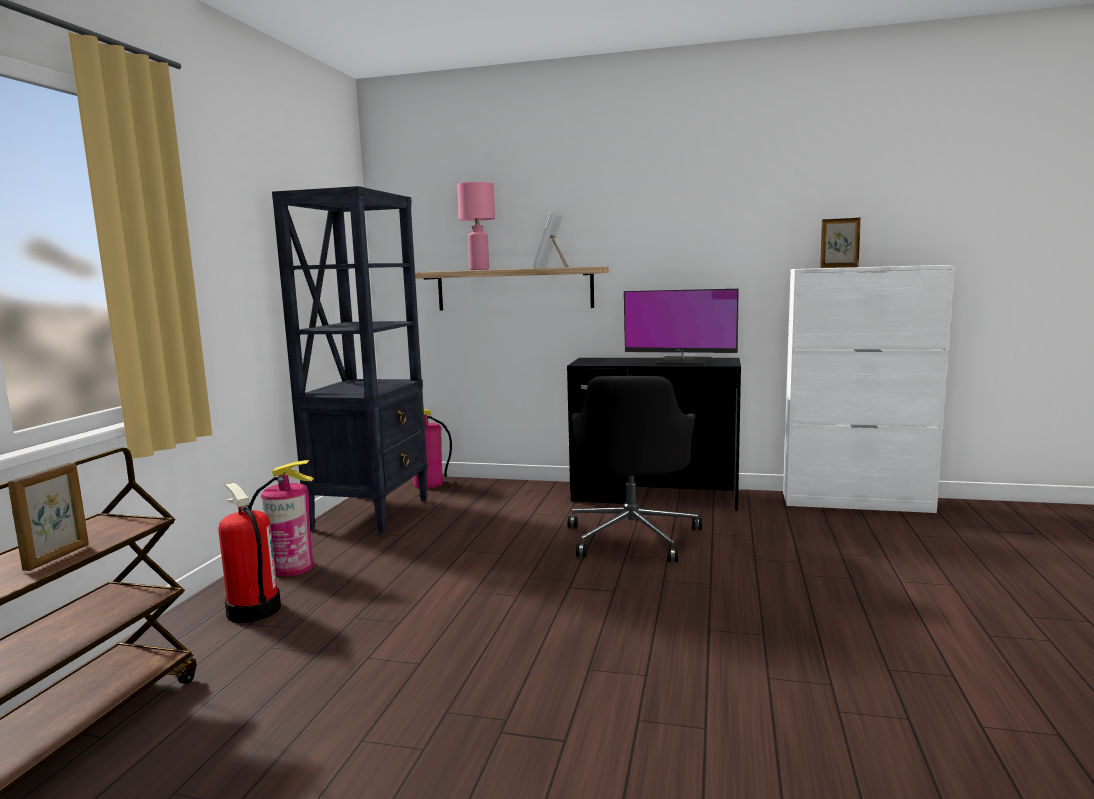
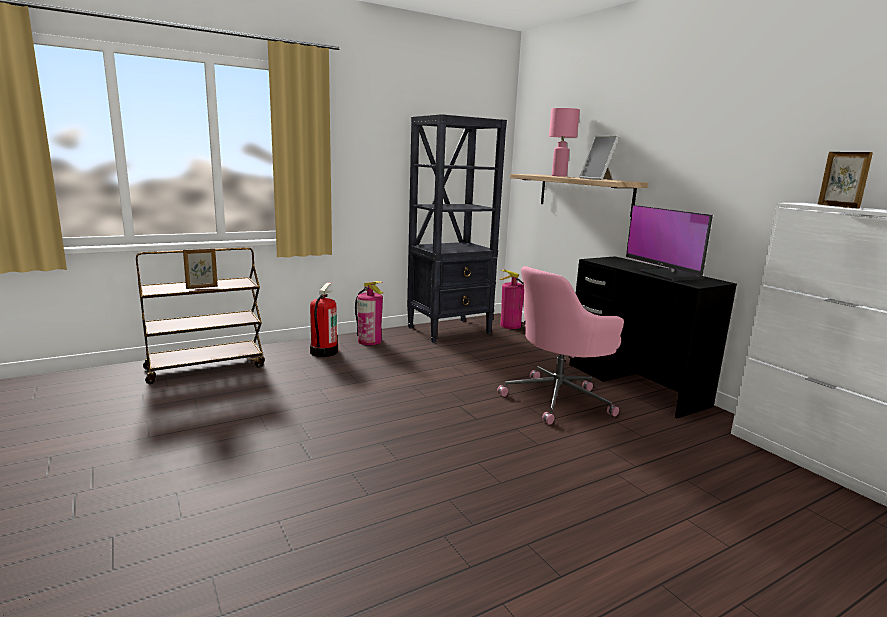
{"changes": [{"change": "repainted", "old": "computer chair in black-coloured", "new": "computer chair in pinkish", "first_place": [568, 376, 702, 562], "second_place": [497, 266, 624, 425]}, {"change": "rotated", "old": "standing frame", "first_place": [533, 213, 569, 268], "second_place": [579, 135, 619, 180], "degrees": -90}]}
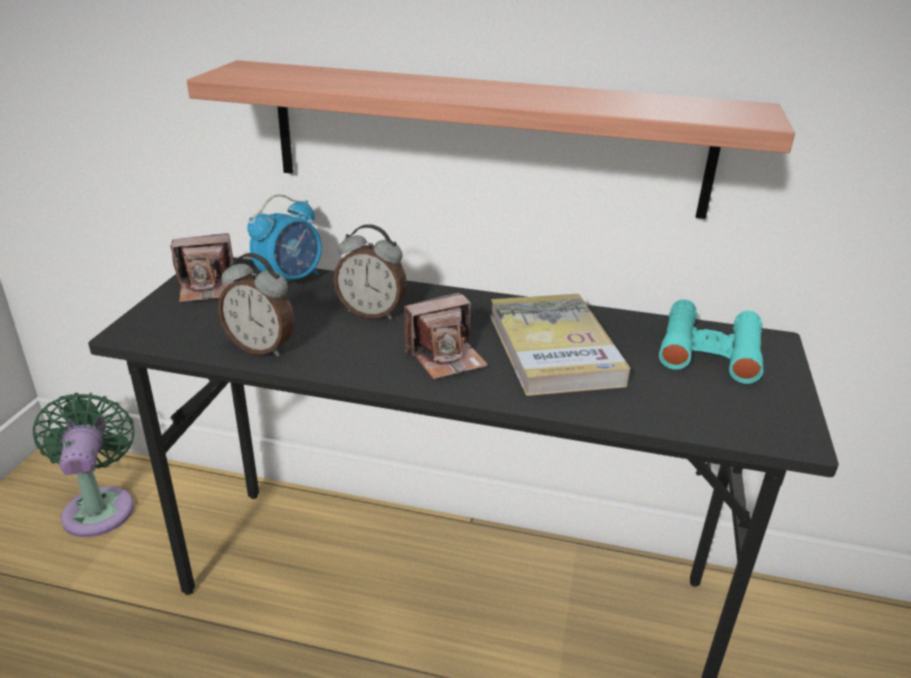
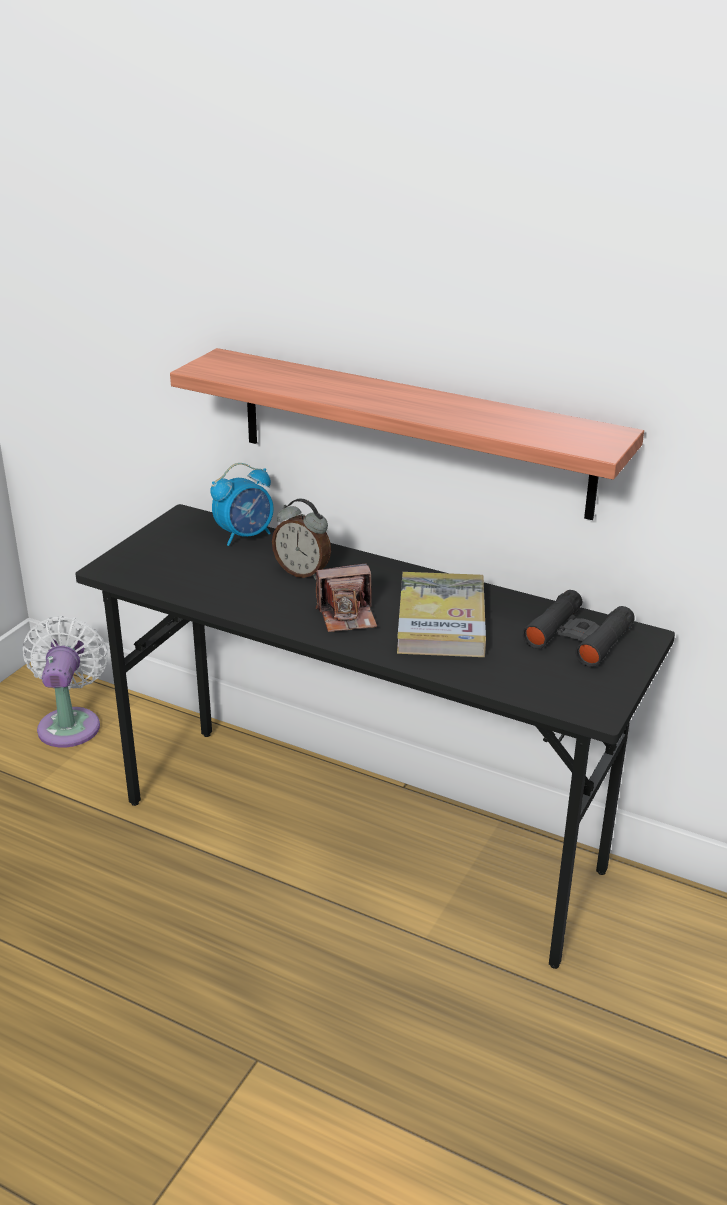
{"changes": [{"change": "gone", "old": "still camera", "first_place": [170, 233, 234, 302]}, {"change": "gone", "old": "alarm clock", "first_place": [218, 253, 295, 356]}, {"change": "repainted", "old": "cooling fan in green", "new": "cooling fan in white", "first_place": [33, 393, 134, 537], "second_place": [23, 616, 108, 748]}, {"change": "repainted", "old": "field glasses in blue-green", "new": "field glasses in black-coloured", "first_place": [659, 299, 763, 384], "second_place": [522, 590, 635, 667]}]}
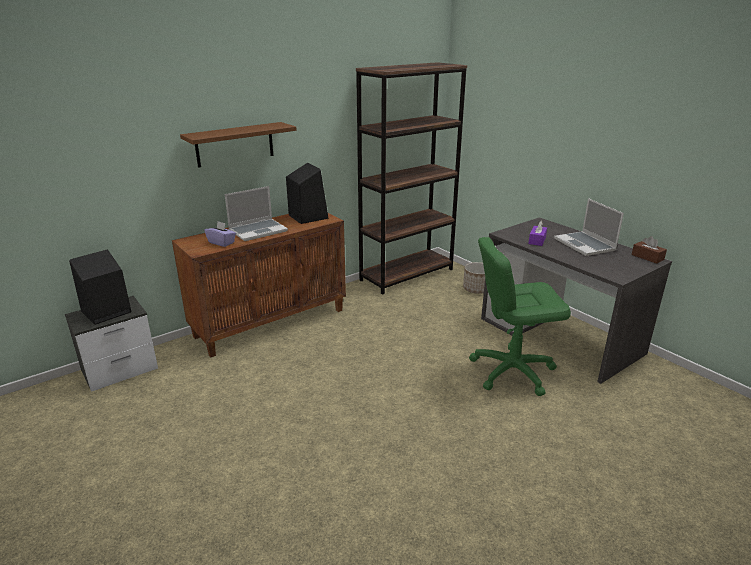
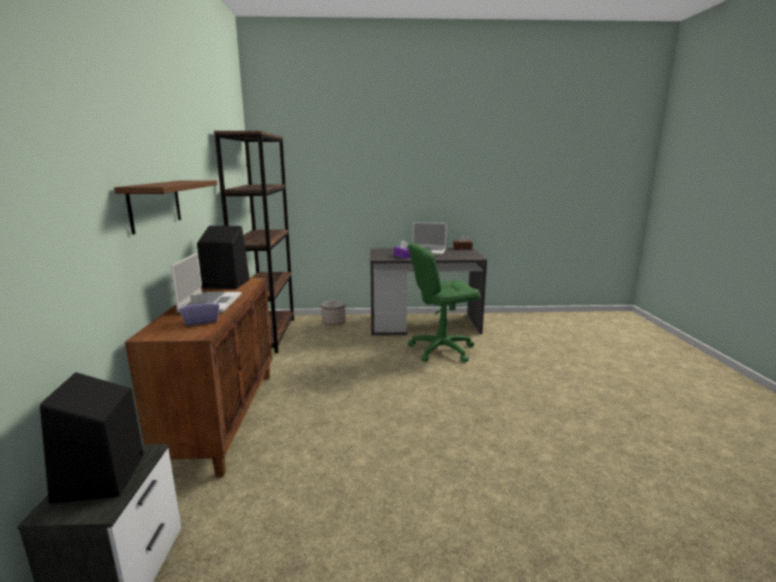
{"changes": [{"change": "rotated", "old": "computer chair in green", "first_place": [469, 237, 571, 396], "second_place": [408, 243, 480, 362], "degrees": 45}]}
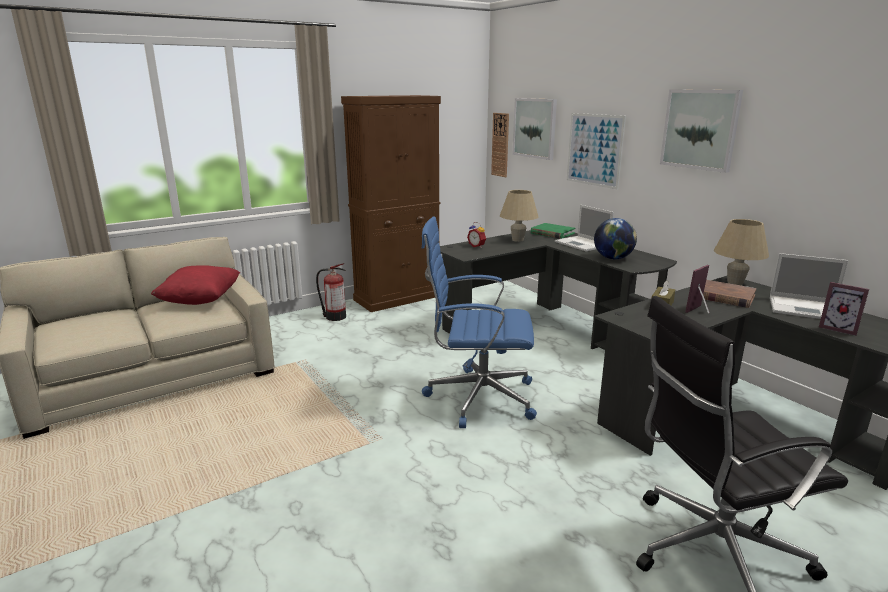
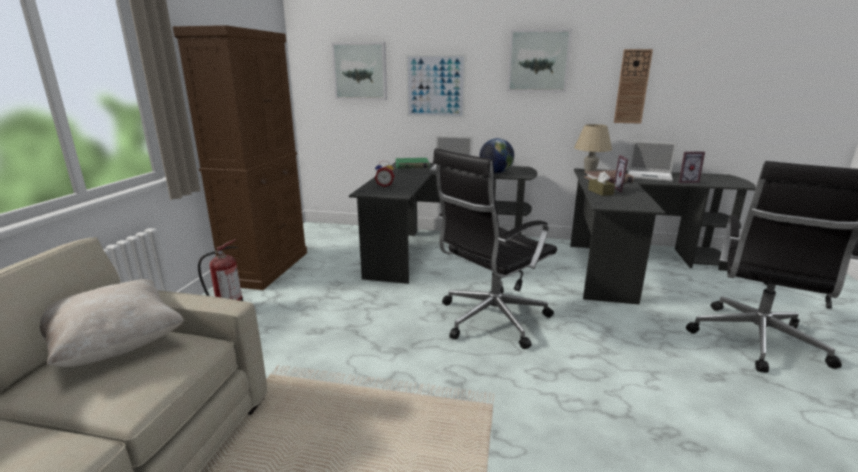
{"changes": [{"change": "gone", "old": "tabletop lamp in beige", "first_place": [500, 190, 538, 242]}, {"change": "shifted", "old": "hanging clock", "first_place": [491, 113, 509, 177], "second_place": [614, 49, 653, 124]}, {"change": "repainted", "old": "throw pillow in red", "new": "throw pillow in beige", "first_place": [151, 265, 240, 305], "second_place": [40, 279, 184, 367]}, {"change": "repainted", "old": "computer chair in blue-coloured", "new": "computer chair in black-coloured", "first_place": [422, 217, 537, 428], "second_place": [433, 148, 557, 349]}, {"change": "rotated", "old": "portable computer", "first_place": [770, 253, 848, 319], "second_place": [628, 140, 677, 182], "degrees": 45}]}
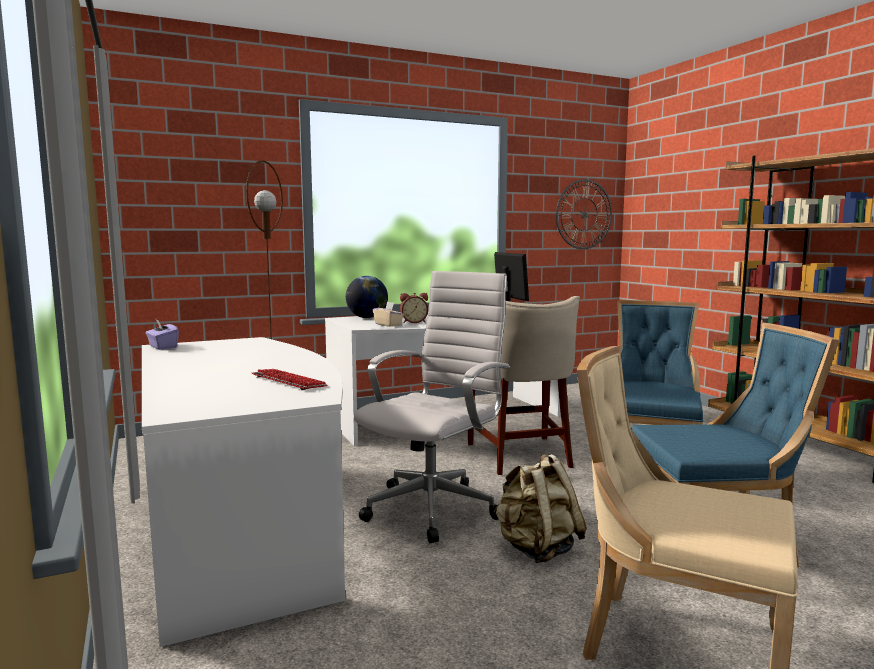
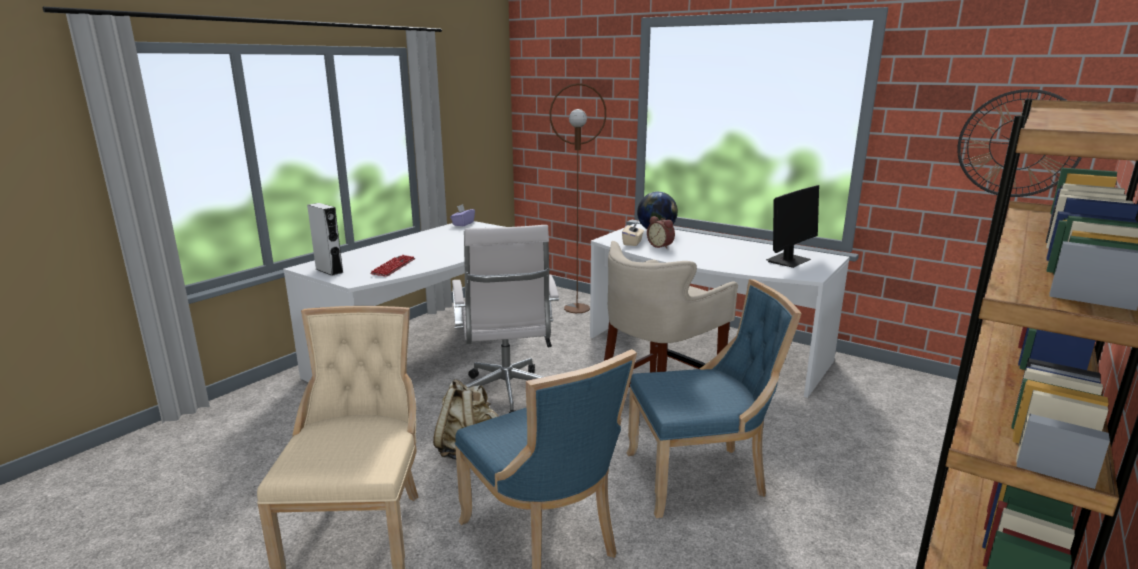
{"changes": [{"change": "new", "new": "speaker in grey", "second_place": [307, 203, 344, 276]}, {"change": "rotated", "old": "computer chair in white", "first_place": [353, 271, 511, 543], "second_place": [452, 225, 559, 413], "degrees": 75}]}
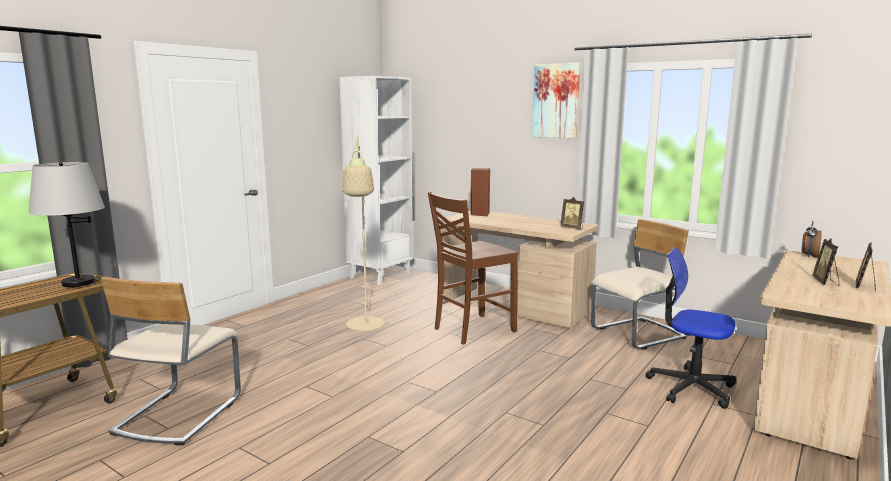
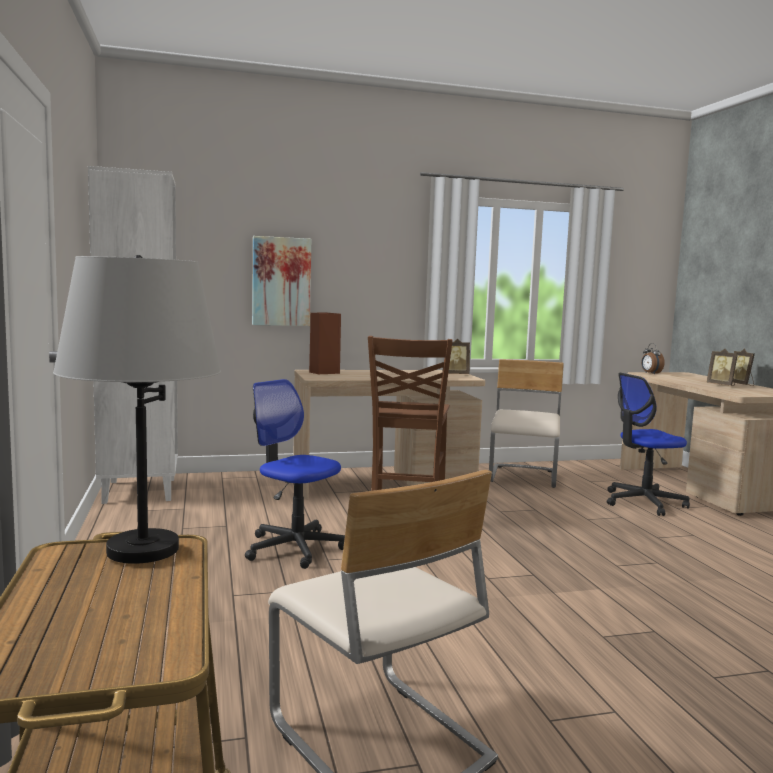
{"changes": [{"change": "shifted", "old": "wall picture", "first_place": [532, 63, 581, 138], "second_place": [252, 236, 311, 326]}, {"change": "swapped", "old": "floor lamp in beige", "new": "computer chair", "first_place": [342, 136, 385, 331], "second_place": [245, 379, 345, 569]}]}
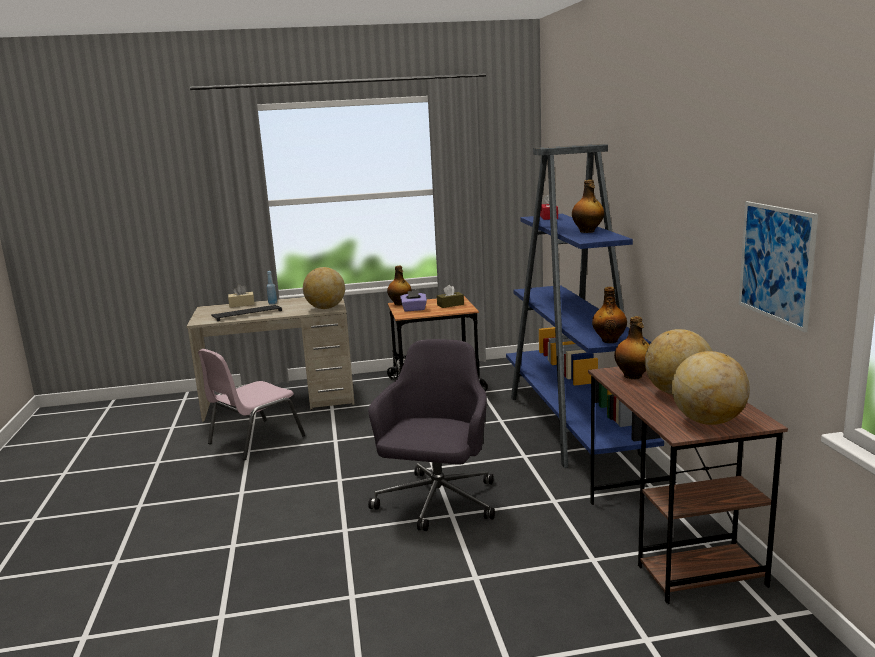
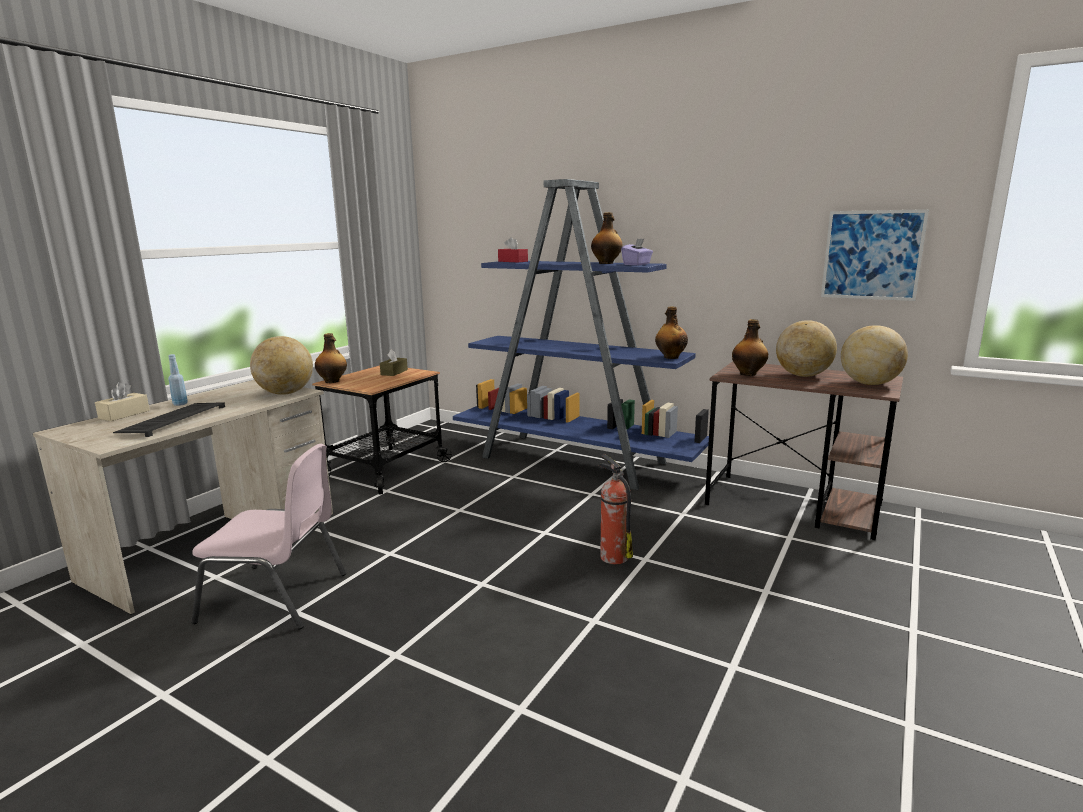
{"changes": [{"change": "shifted", "old": "box of tissues in purplish", "first_place": [400, 291, 427, 311], "second_place": [621, 238, 653, 265]}, {"change": "swapped", "old": "computer chair in grey", "new": "fire-fighting cylinder", "first_place": [368, 339, 495, 531], "second_place": [599, 454, 633, 564]}, {"change": "rotated", "old": "plain chair in pinkish", "first_place": [198, 349, 305, 460], "second_place": [191, 444, 346, 629], "degrees": -75}]}
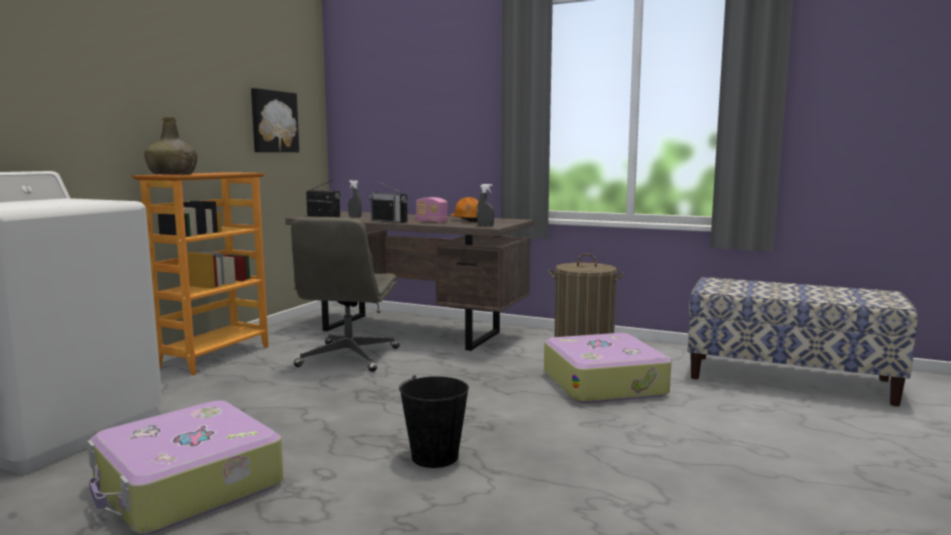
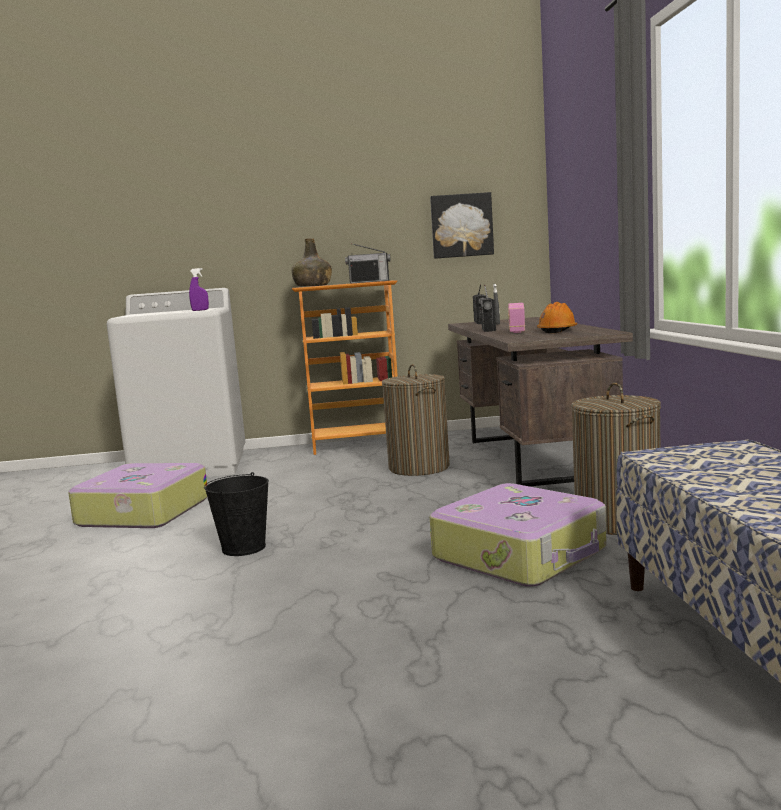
{"changes": [{"change": "gone", "old": "spray bottle in grey", "first_place": [477, 184, 494, 226]}, {"change": "new", "new": "spray bottle in purplish", "second_place": [189, 268, 209, 311]}, {"change": "new", "new": "radio", "second_place": [345, 243, 391, 284]}, {"change": "swapped", "old": "computer chair in grey", "new": "washing basket", "first_place": [291, 217, 400, 372], "second_place": [382, 364, 450, 476]}]}
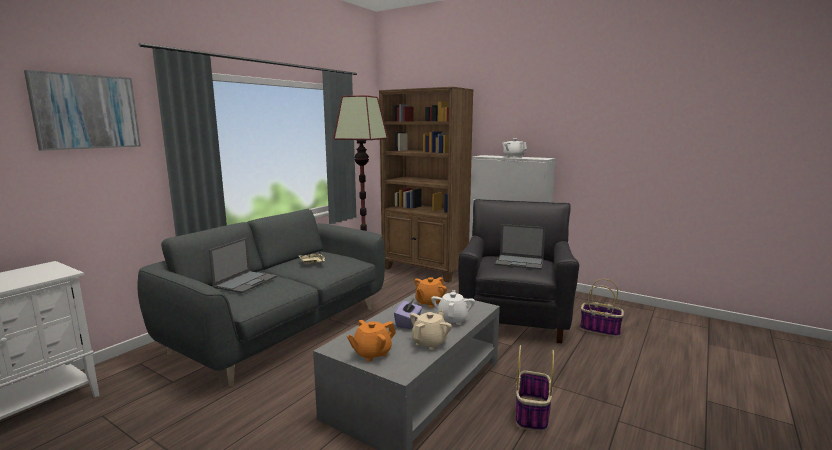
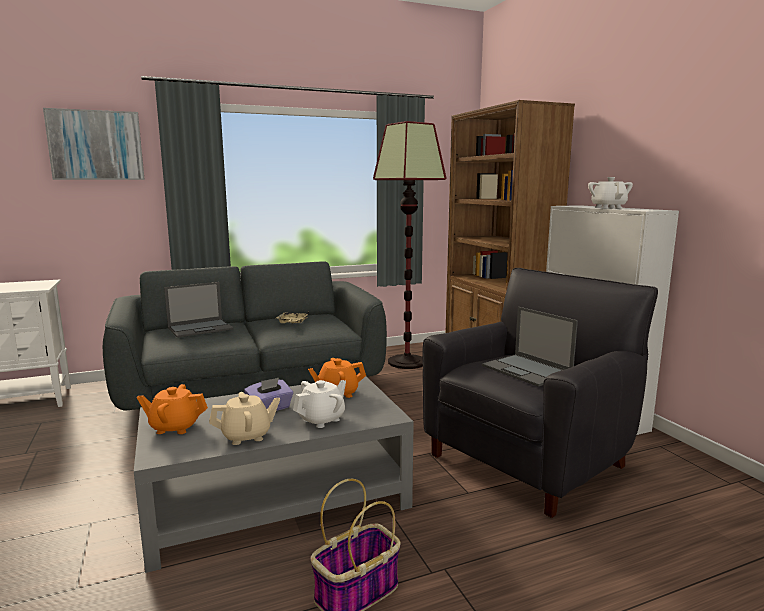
{"changes": [{"change": "gone", "old": "basket", "first_place": [580, 279, 624, 337]}]}
